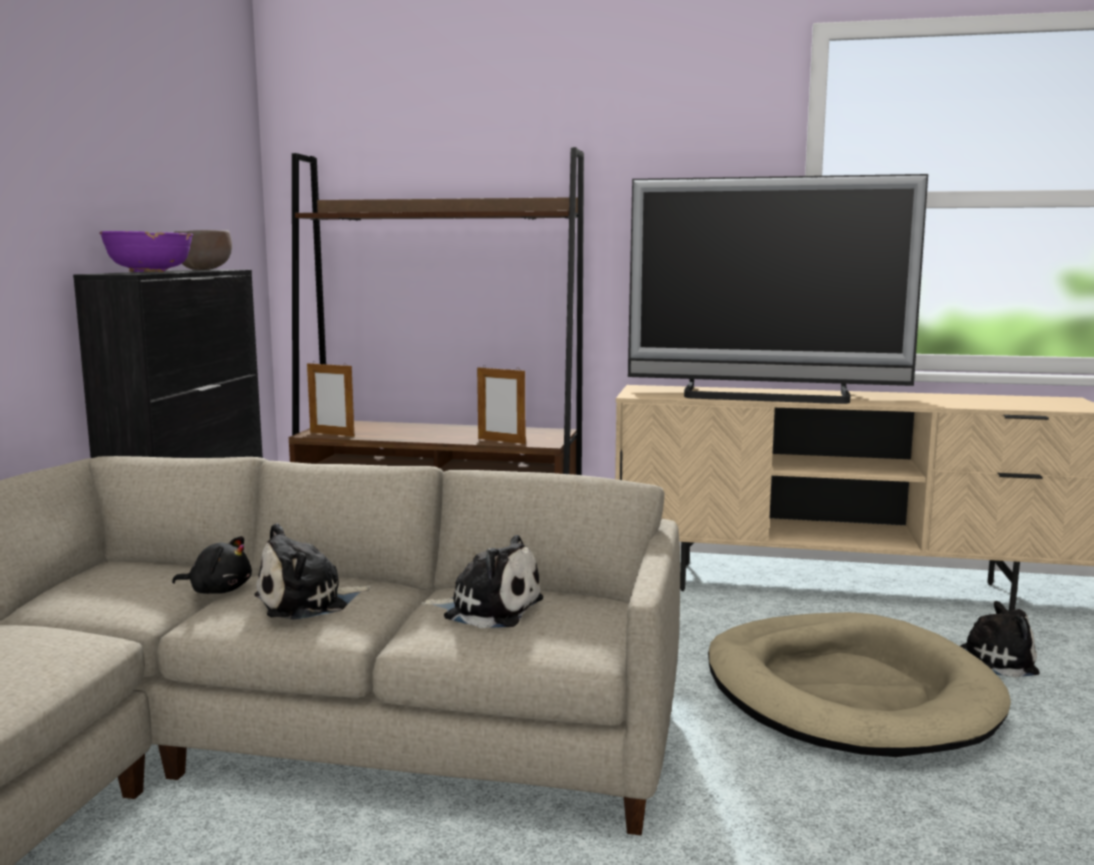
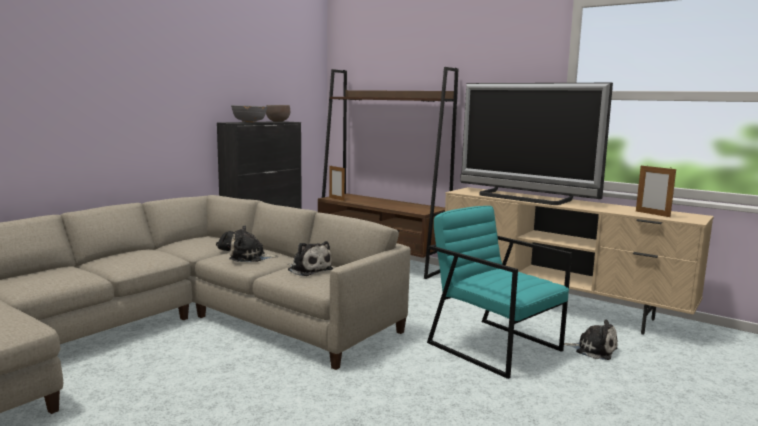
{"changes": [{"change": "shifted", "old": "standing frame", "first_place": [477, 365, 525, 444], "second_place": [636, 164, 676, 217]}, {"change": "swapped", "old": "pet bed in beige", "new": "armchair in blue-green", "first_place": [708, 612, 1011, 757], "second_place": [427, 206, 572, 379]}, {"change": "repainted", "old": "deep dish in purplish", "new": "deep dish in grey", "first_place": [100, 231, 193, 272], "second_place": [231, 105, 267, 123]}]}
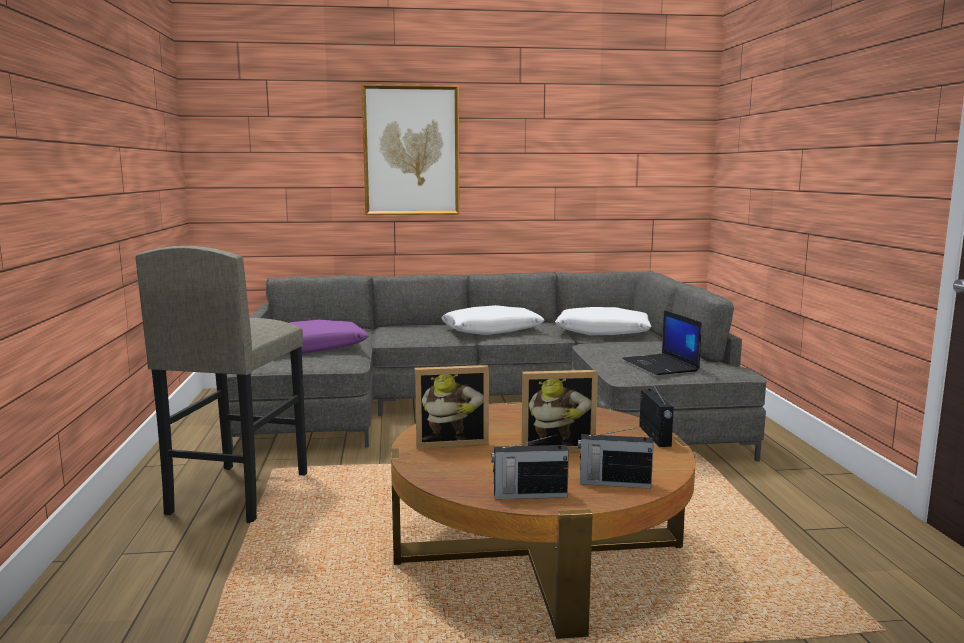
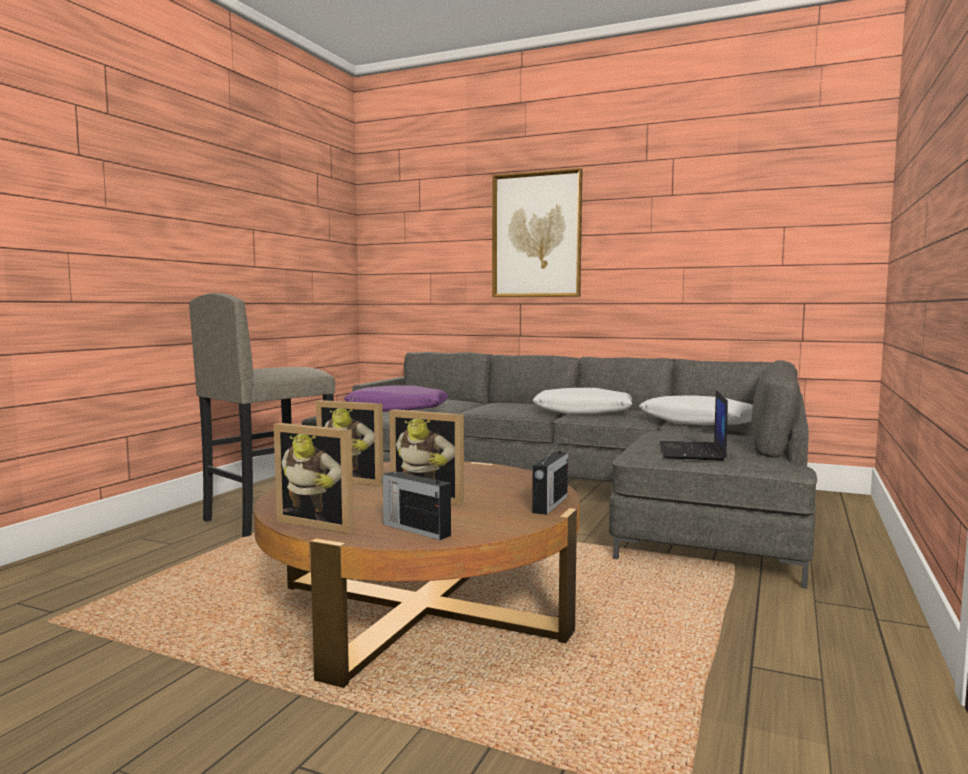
{"changes": [{"change": "swapped", "old": "radio", "new": "standing frame", "first_place": [491, 434, 569, 499], "second_place": [274, 423, 354, 534]}]}
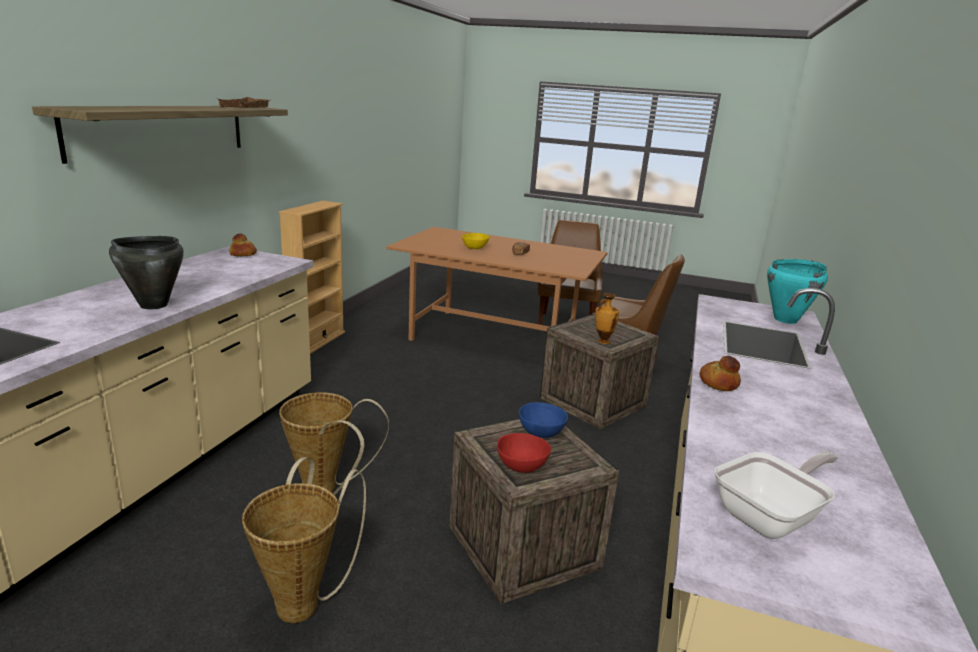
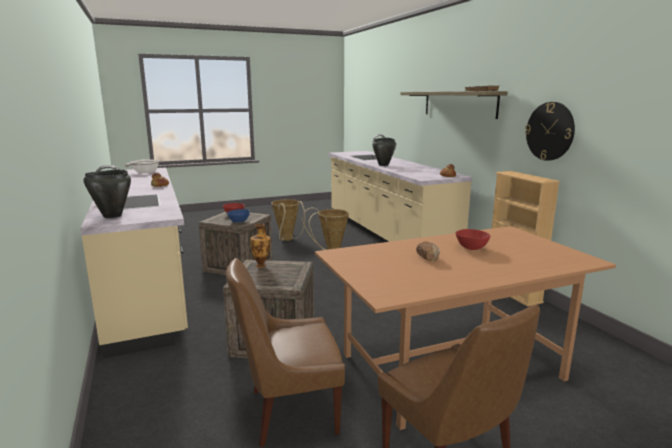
{"changes": [{"change": "new", "new": "hanging clock", "second_place": [525, 102, 575, 161]}, {"change": "repainted", "old": "deep dish in yellow-coloured", "new": "deep dish in red", "first_place": [462, 233, 489, 249], "second_place": [456, 229, 490, 250]}, {"change": "repainted", "old": "stockpot in blue-green", "new": "stockpot in black-coloured", "first_place": [767, 259, 828, 324], "second_place": [84, 170, 131, 218]}]}
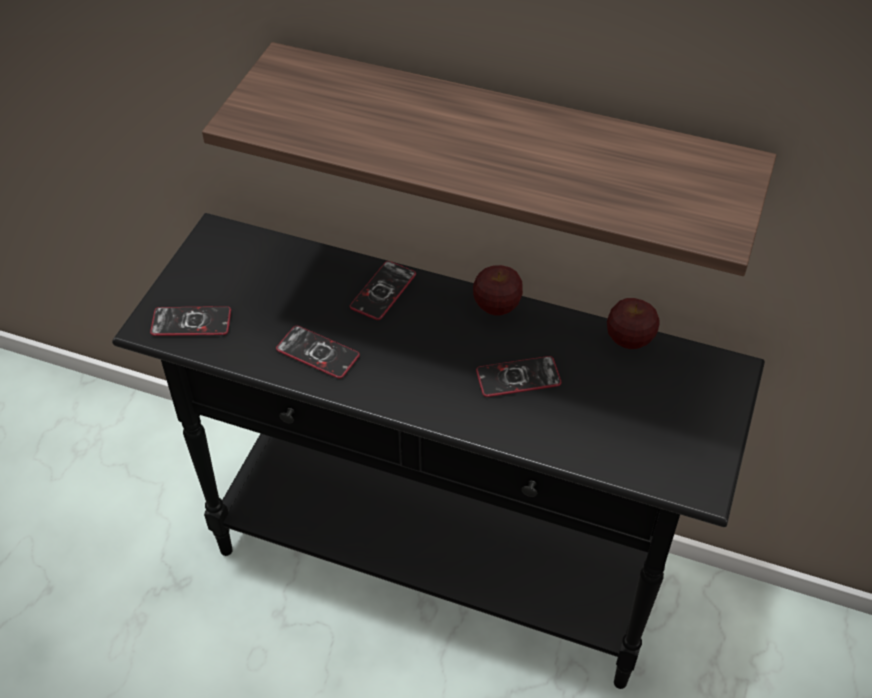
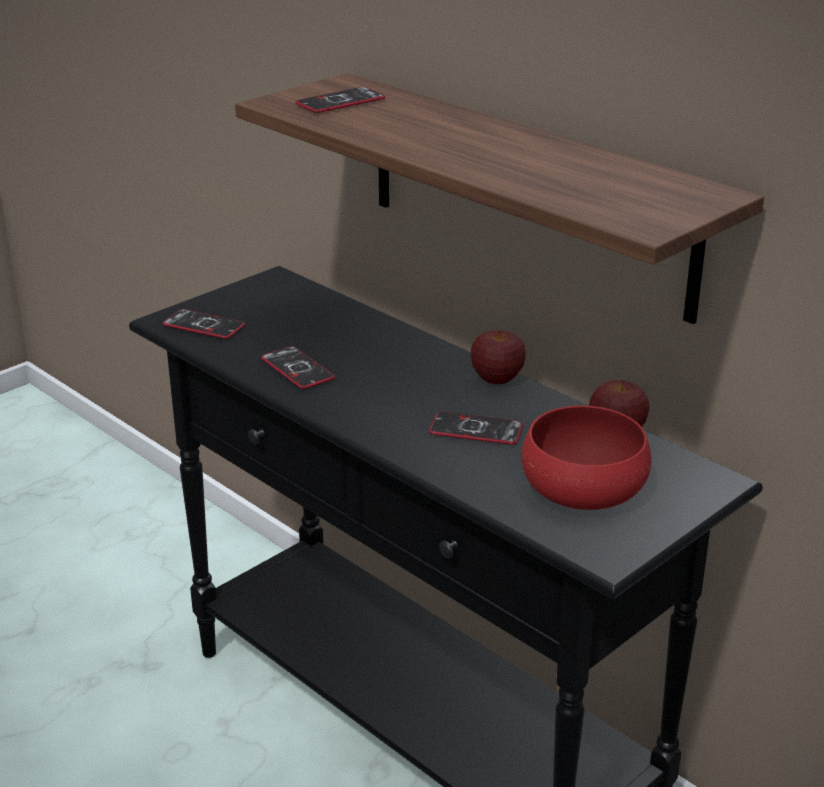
{"changes": [{"change": "new", "new": "deep dish in red", "second_place": [521, 405, 651, 510]}, {"change": "shifted", "old": "handset", "first_place": [349, 261, 416, 320], "second_place": [296, 87, 385, 113]}]}
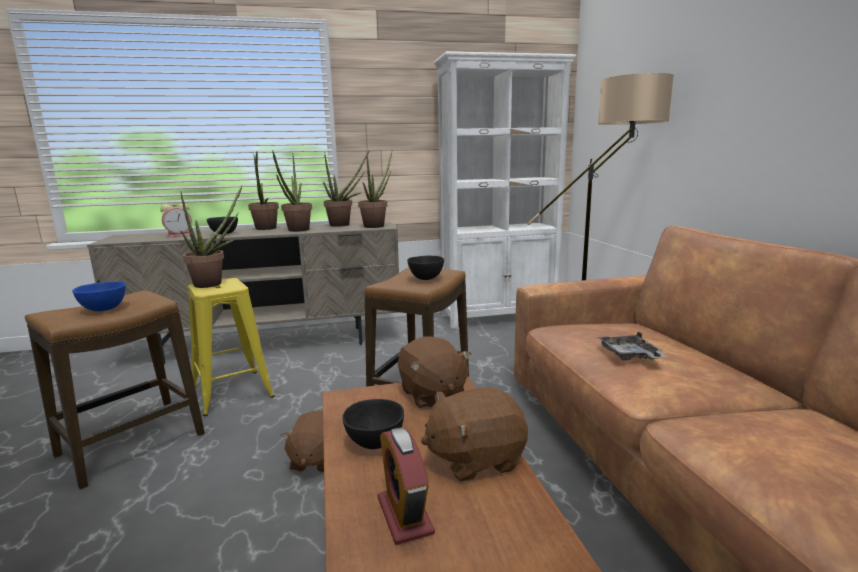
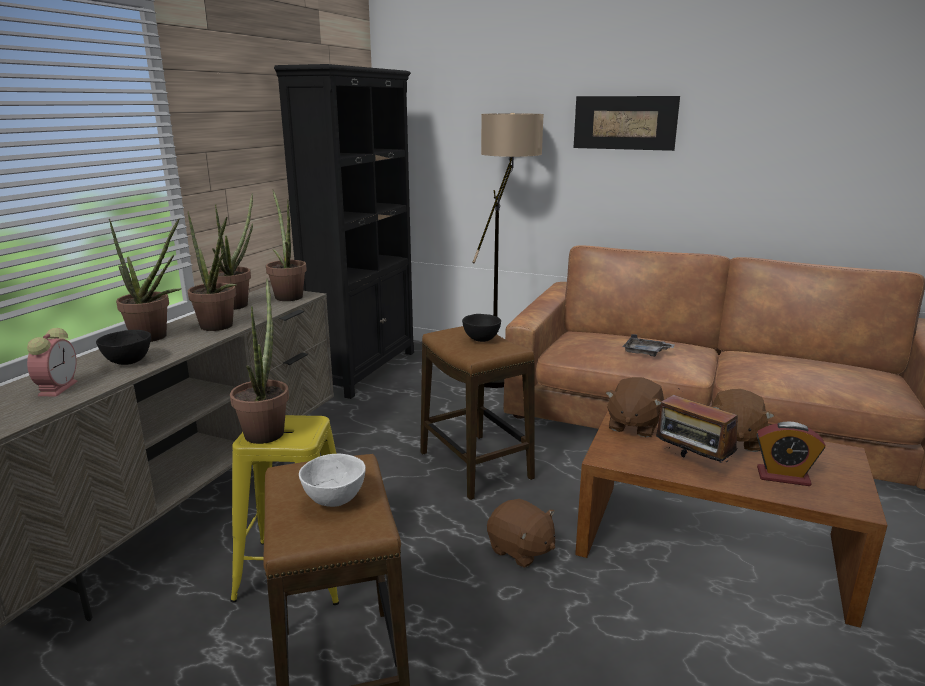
{"changes": [{"change": "new", "new": "wall picture", "second_place": [574, 96, 680, 151]}, {"change": "swapped", "old": "deep dish in black-coloured", "new": "radio", "first_place": [342, 399, 404, 449], "second_place": [656, 388, 738, 463]}, {"change": "repainted", "old": "deep dish in blue-coloured", "new": "deep dish in white", "first_place": [72, 282, 126, 311], "second_place": [299, 454, 366, 507]}, {"change": "repainted", "old": "shelving unit in white", "new": "shelving unit in black-coloured", "first_place": [434, 51, 576, 329], "second_place": [274, 64, 414, 399]}, {"change": "rotated", "old": "soft toy in brown-coloured", "first_place": [398, 337, 471, 409], "second_place": [606, 377, 664, 437], "degrees": 105}]}
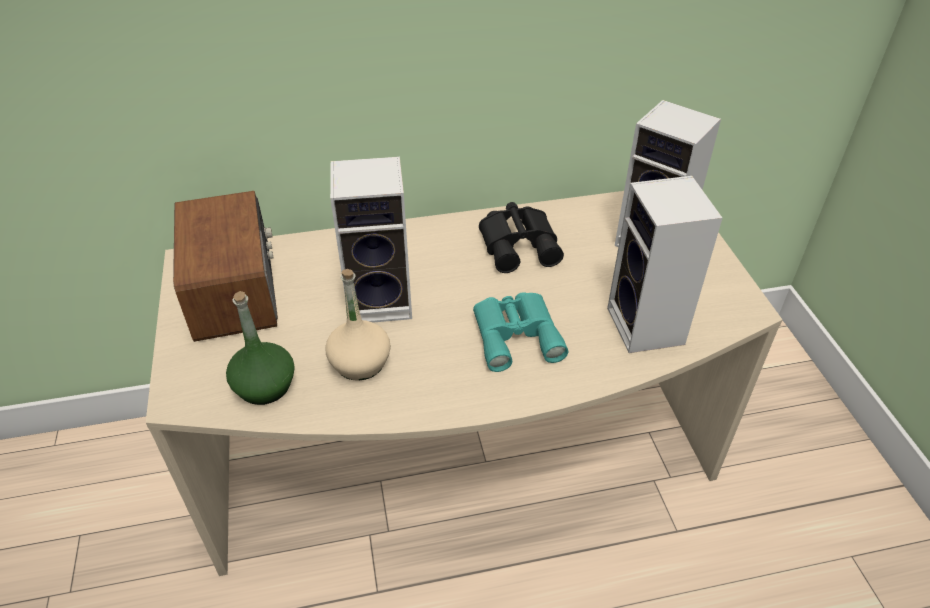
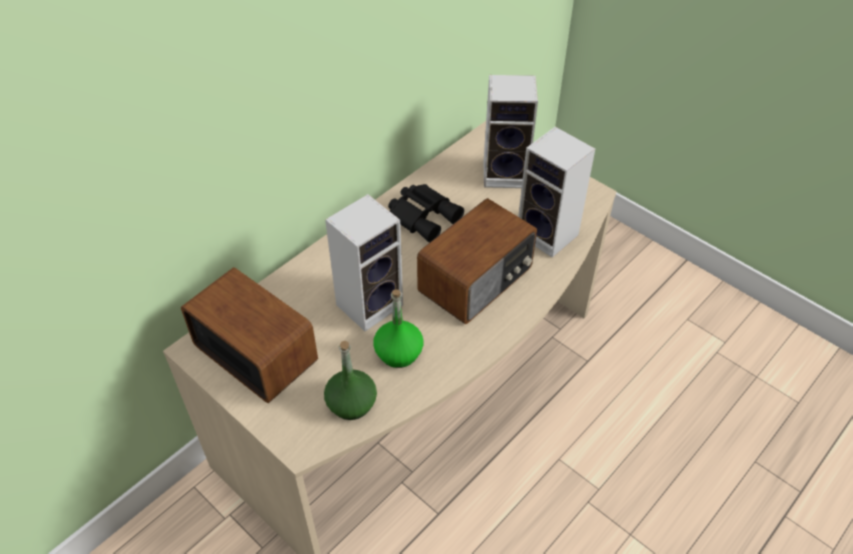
{"changes": [{"change": "swapped", "old": "field glasses in blue-green", "new": "radio", "first_place": [473, 292, 568, 372], "second_place": [417, 198, 537, 324]}, {"change": "repainted", "old": "beverage bottle in beige", "new": "beverage bottle in green", "first_place": [325, 269, 391, 381], "second_place": [373, 289, 423, 368]}]}
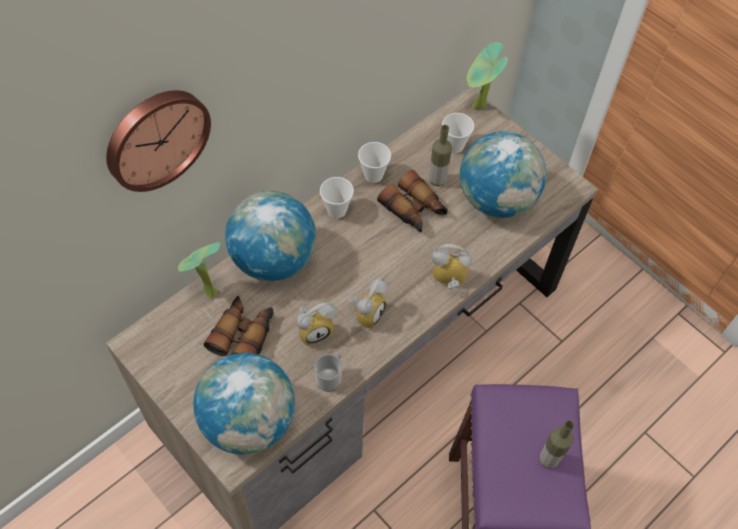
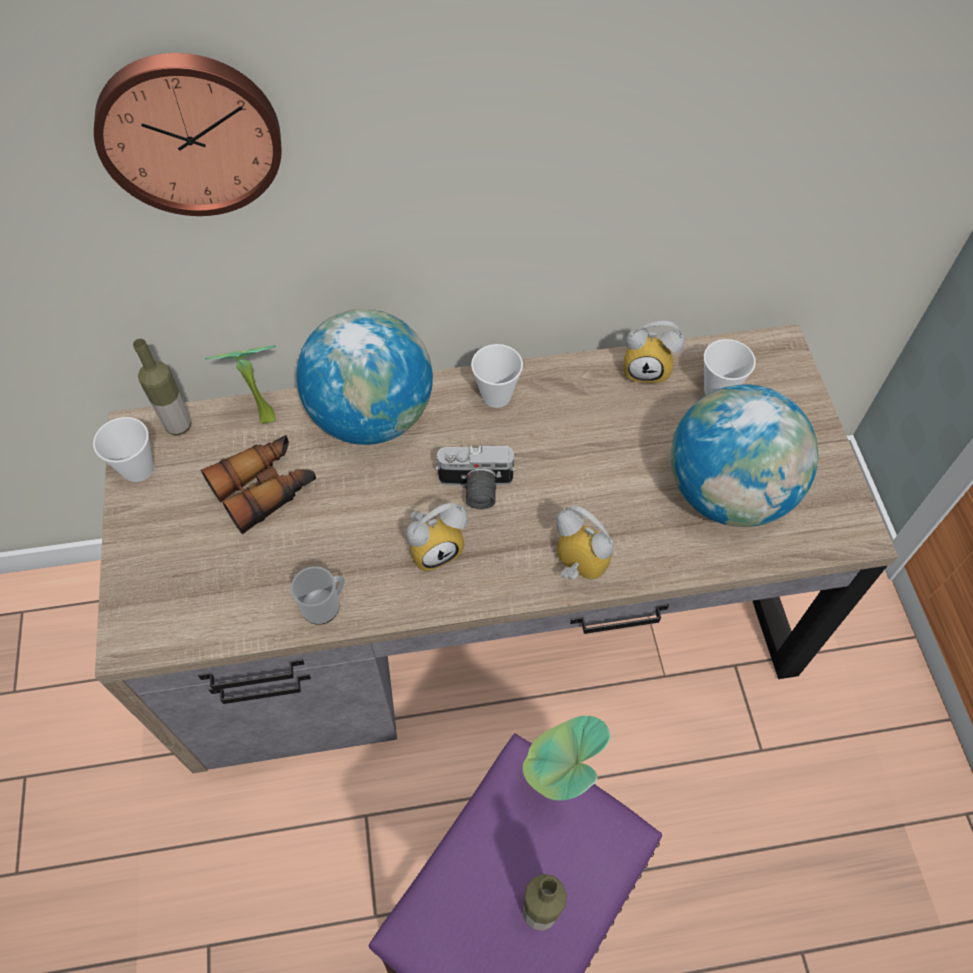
{"changes": [{"change": "gone", "old": "world globe", "first_place": [193, 353, 295, 454]}, {"change": "gone", "old": "field glasses", "first_place": [377, 170, 448, 233]}, {"change": "new", "new": "still camera", "second_place": [435, 445, 516, 509]}, {"change": "shifted", "old": "alarm clock", "first_place": [296, 302, 337, 345], "second_place": [623, 321, 685, 384]}, {"change": "shifted", "old": "drinking cup", "first_place": [358, 142, 391, 183], "second_place": [93, 417, 153, 482]}, {"change": "shifted", "old": "beverage bottle", "first_place": [429, 125, 452, 186], "second_place": [133, 338, 191, 435]}, {"change": "shifted", "old": "houseplant", "first_place": [467, 42, 508, 109], "second_place": [523, 716, 610, 801]}]}
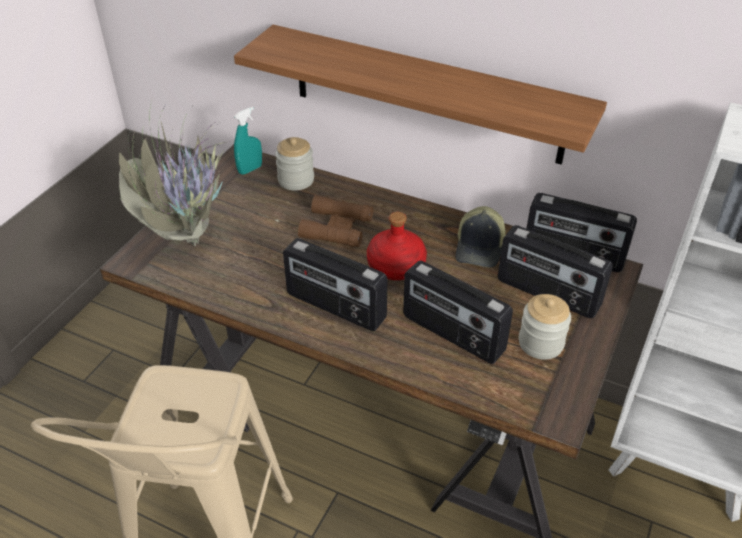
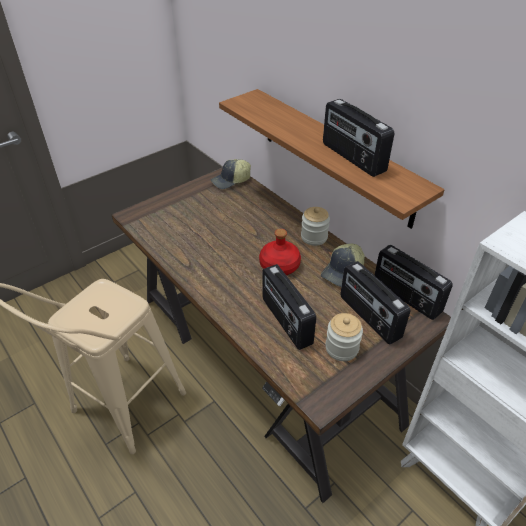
{"changes": [{"change": "gone", "old": "houseplant", "first_place": [119, 101, 279, 246]}, {"change": "gone", "old": "field glasses in brown-coloured", "first_place": [298, 195, 373, 247]}, {"change": "shifted", "old": "jar", "first_place": [275, 137, 314, 190], "second_place": [301, 207, 330, 246]}, {"change": "shifted", "old": "radio", "first_place": [283, 238, 387, 331], "second_place": [323, 99, 394, 177]}, {"change": "swapped", "old": "spray bottle in blue-green", "new": "baseball cap", "first_place": [234, 107, 262, 175], "second_place": [210, 159, 251, 189]}]}
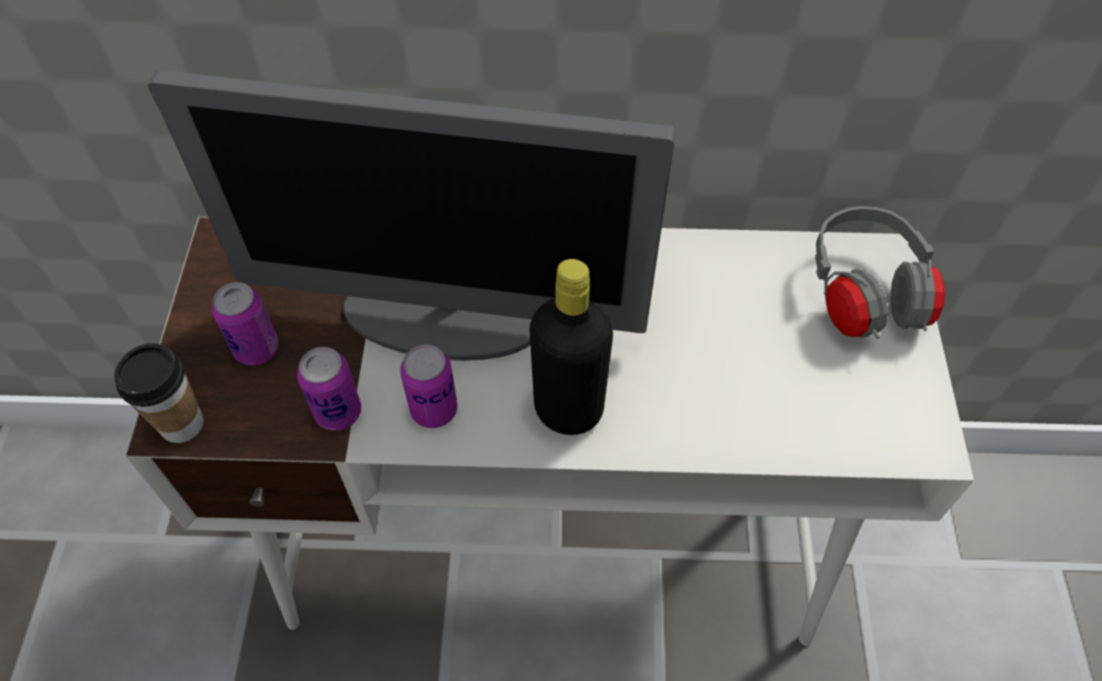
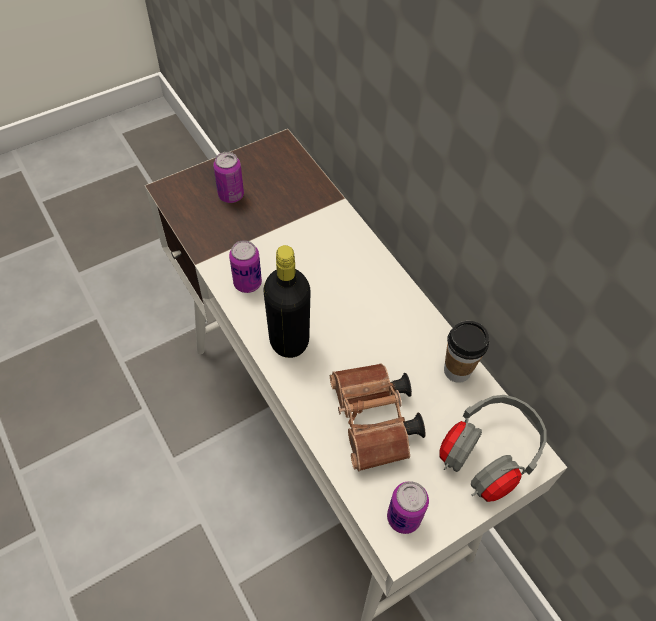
{"changes": [{"change": "gone", "old": "monitor", "first_place": [148, 70, 675, 361]}, {"change": "new", "new": "field glasses in brown-coloured", "second_place": [330, 363, 426, 472]}, {"change": "shifted", "old": "drinking cup", "first_place": [114, 343, 204, 443], "second_place": [444, 321, 489, 383]}, {"change": "shifted", "old": "metal can", "first_place": [297, 347, 361, 431], "second_place": [387, 481, 429, 534]}]}
